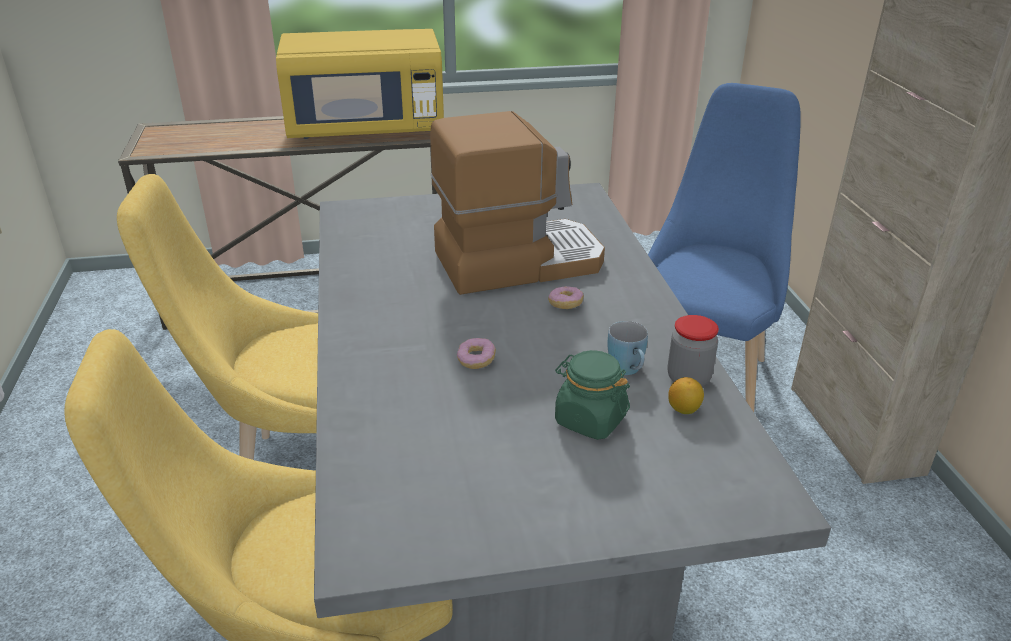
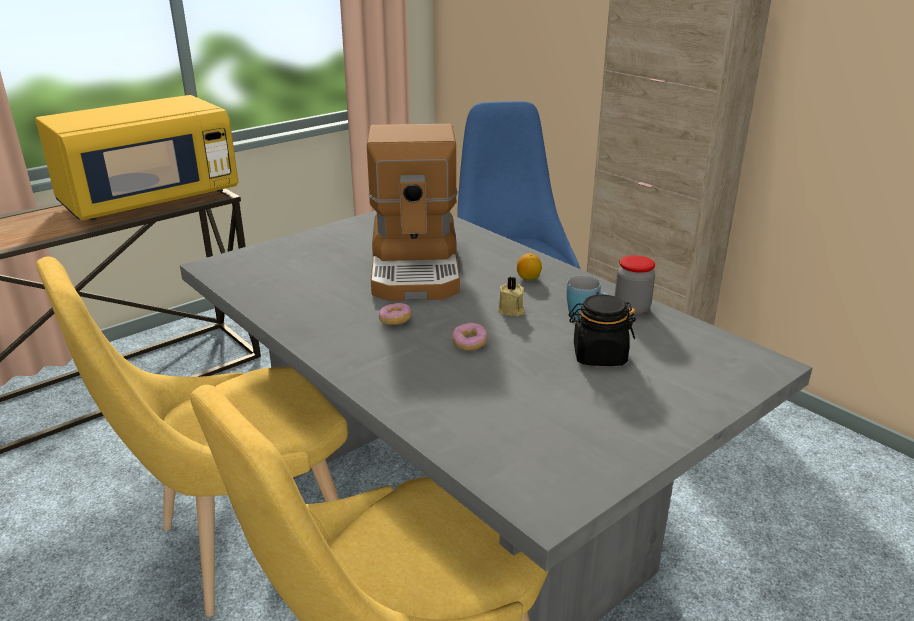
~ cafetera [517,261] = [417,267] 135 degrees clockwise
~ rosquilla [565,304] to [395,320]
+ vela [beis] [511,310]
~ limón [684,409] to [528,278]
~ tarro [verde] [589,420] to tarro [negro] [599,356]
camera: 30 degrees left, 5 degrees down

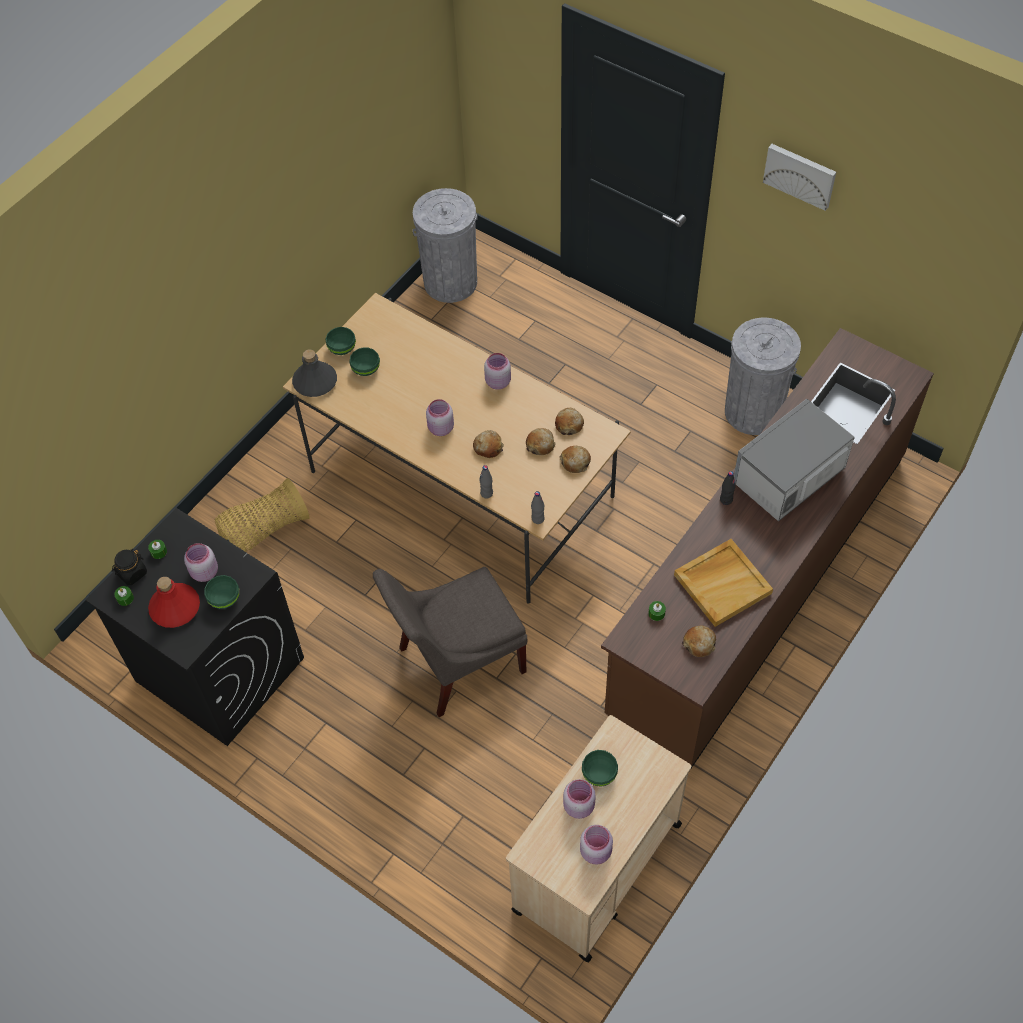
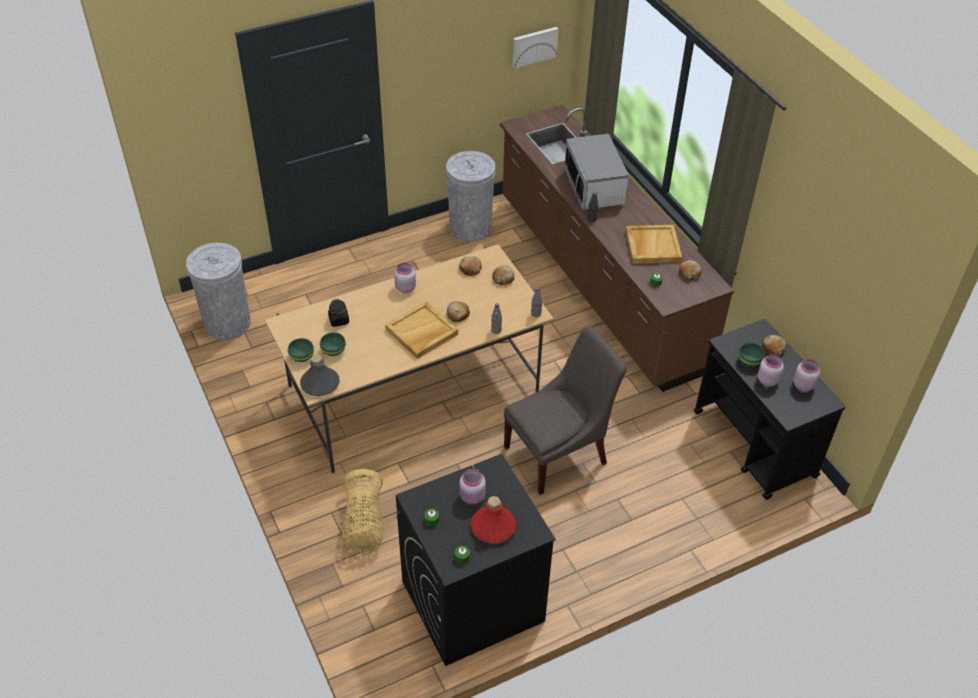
~ tarro [negro] [132,573] to [339,320]
~ tarro [rosa] [440,428] to bandeja [beis] [421,332]
~ silla [gris] [456,662] = [559,453] 120 degrees counterclockwise
~ cuadro [800,175] to [534,46]
~ carrito [beis] [596,868] to carrito [negro] [755,444]
~ pan [540,445] to [773,348]
- cuenco [verde] [224,598]
camera: 65 degrees left, 10 degrees down

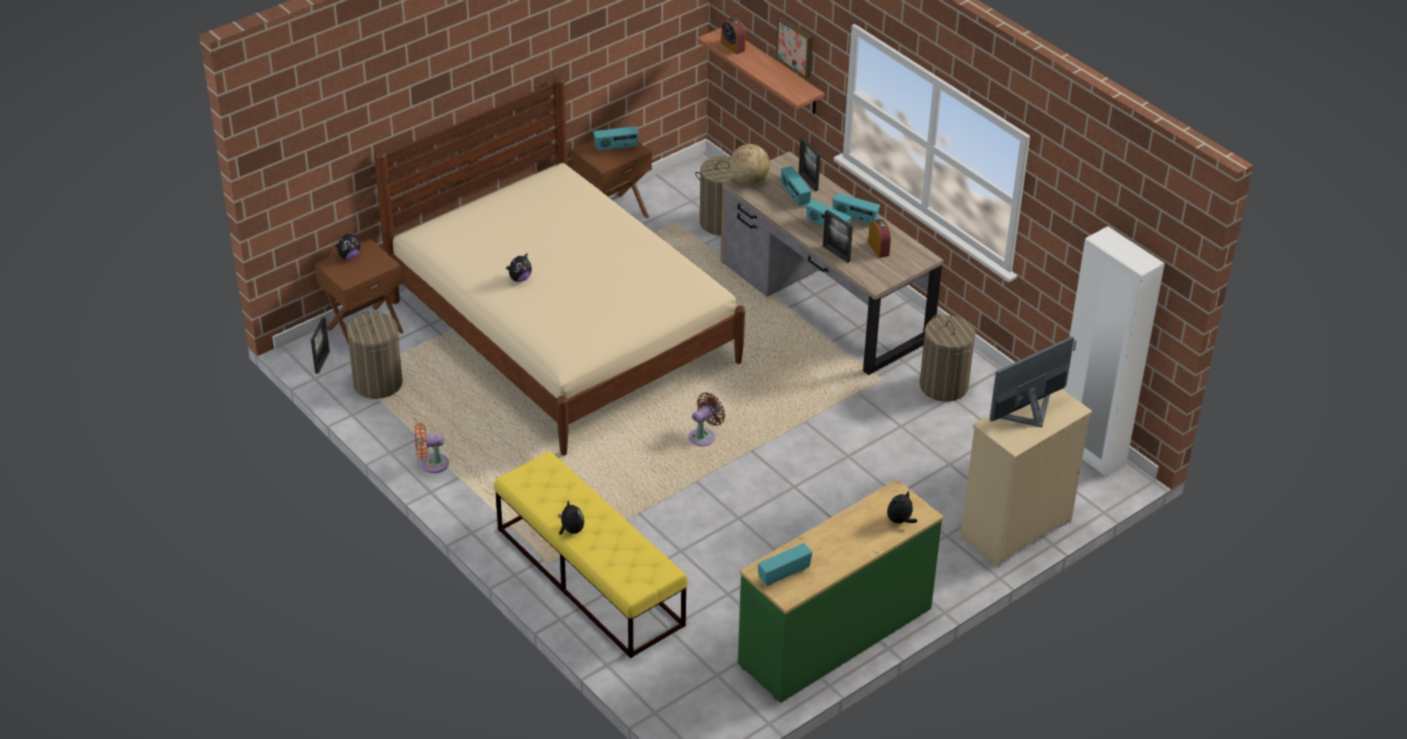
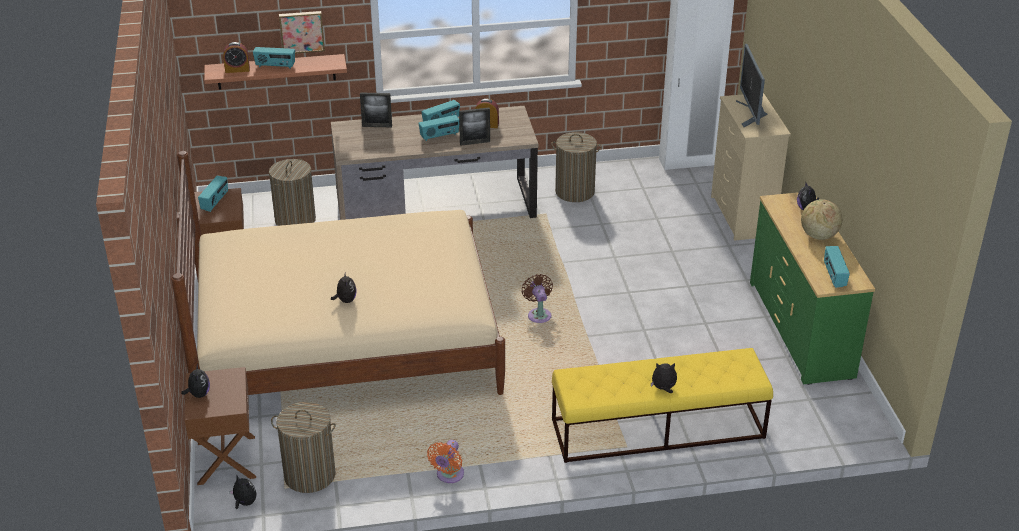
~ portarretratos [322,362] to peluche [244,503]
~ radio [794,195] to [275,66]
~ globo terráqueo [749,180] to [818,236]
camera: 60 degrees left, 5 degrees down

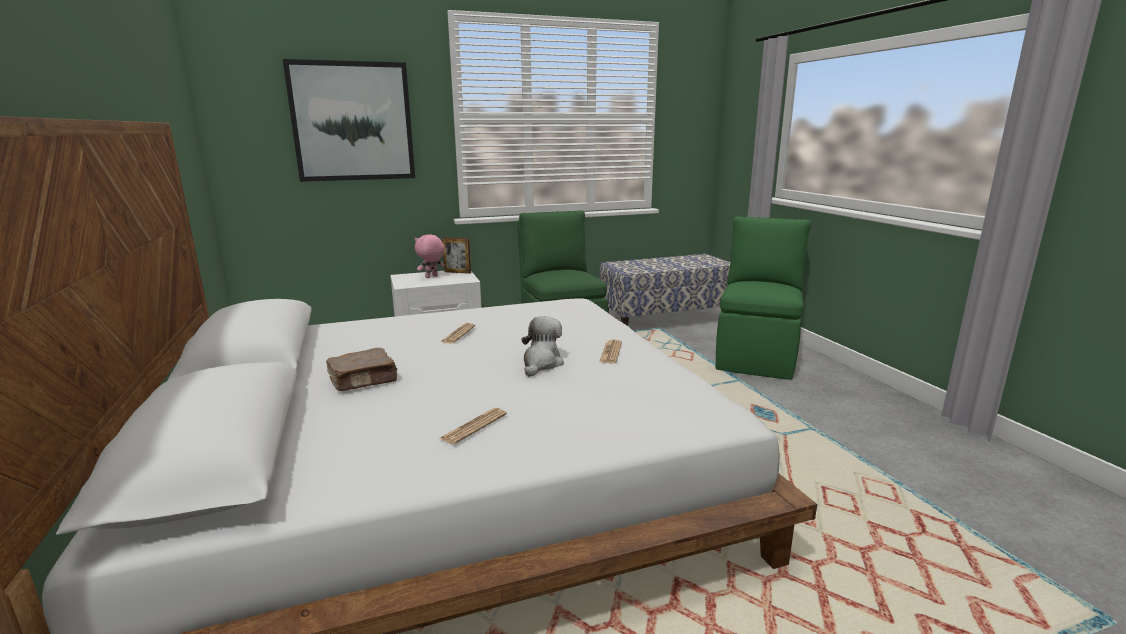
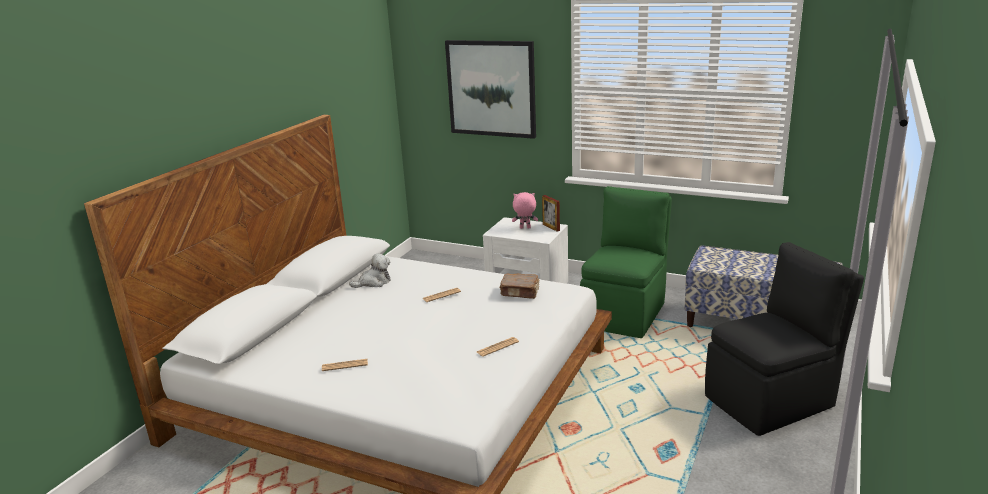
~ peluche [541,363] to [374,282]
~ libro [marrón] [364,381] to [520,293]
~ silla [verde] [756,357] to silla [negro] [772,400]
camera: 45 degrees right, 5 degrees up

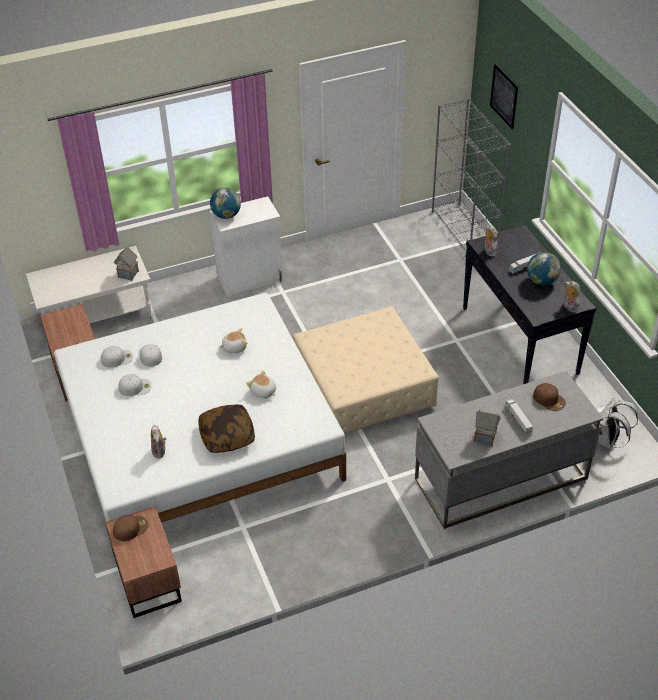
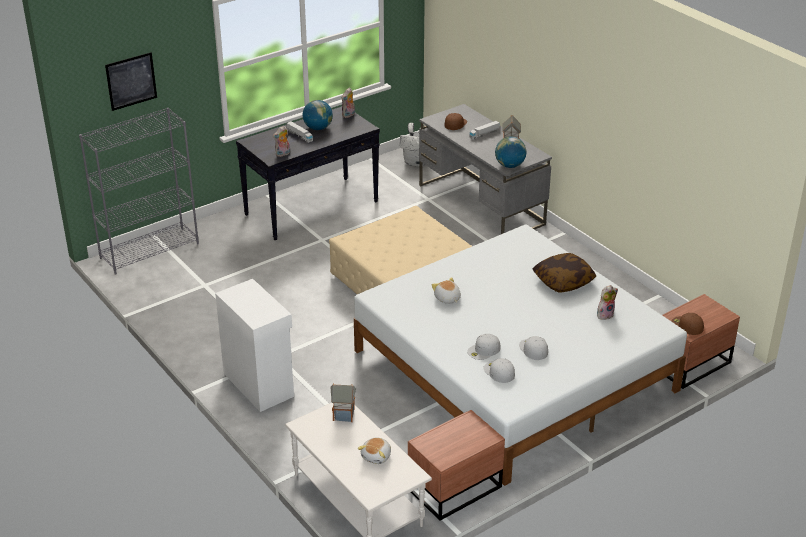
~ peluche [263,391] to [377,456]
~ globo terráqueo [226,215] to [509,165]
camera: 105 degrees left, 10 degrees down

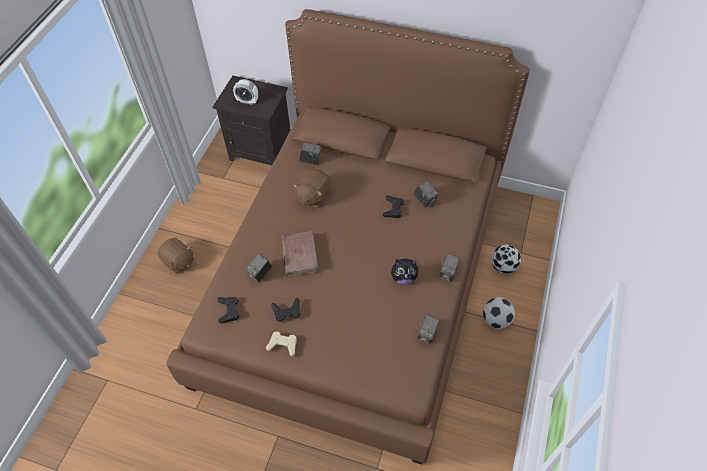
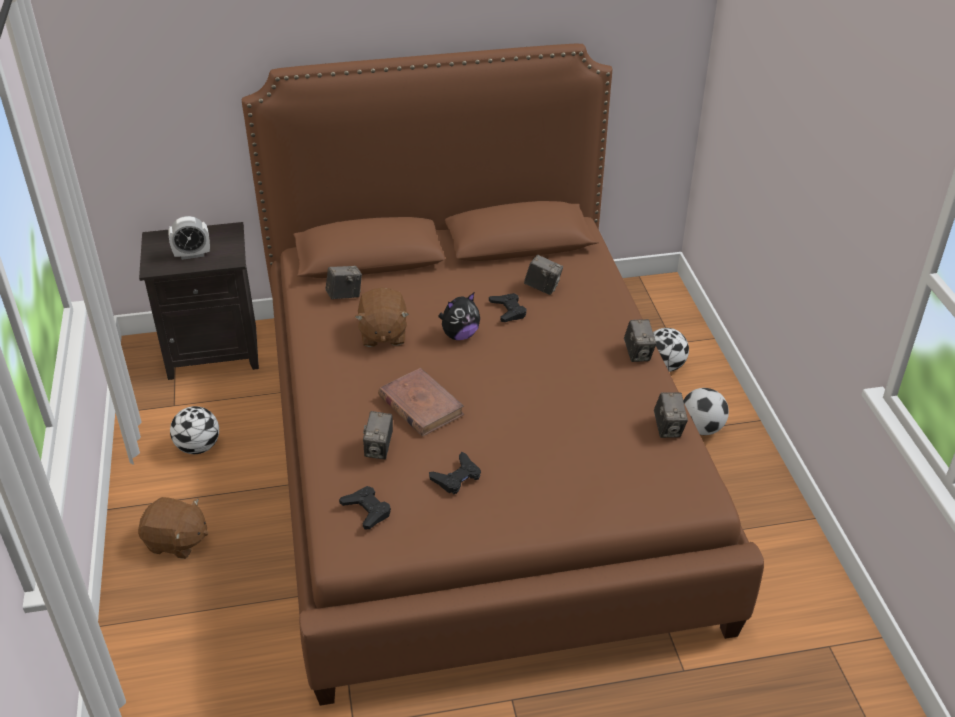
+ balón de fútbol [199,447]
~ peluche [403,277] to [459,335]
- mando de consola [beis] [283,345]
camera: 30 degrees left, 15 degrees down

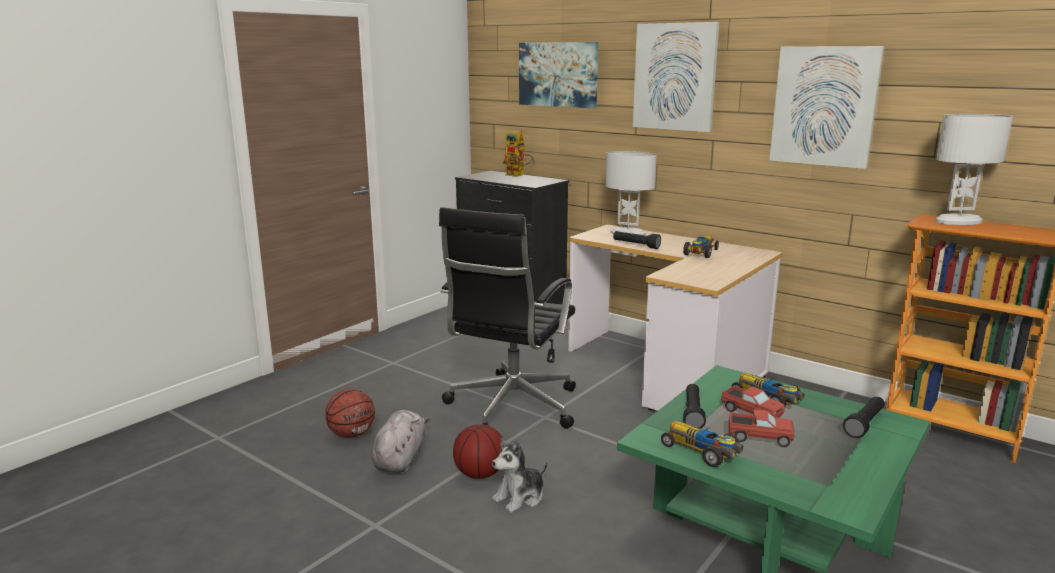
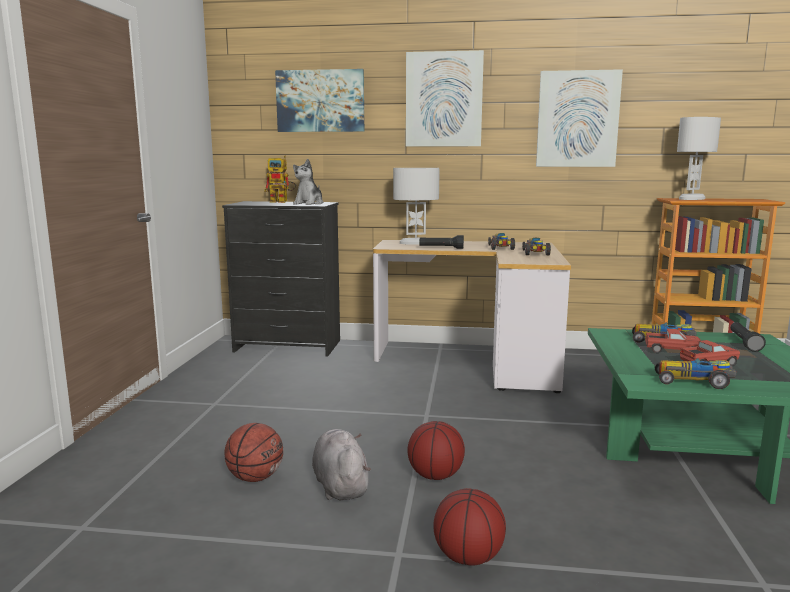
~ peluche [520,497] to [309,203]
+ balón de baloncesto [467,557]
+ coche de juguete [535,253]
- silla de oficina [negro] [511,408]
- linterna [negro] [692,413]
camera: 30 degrees left, 5 degrees down

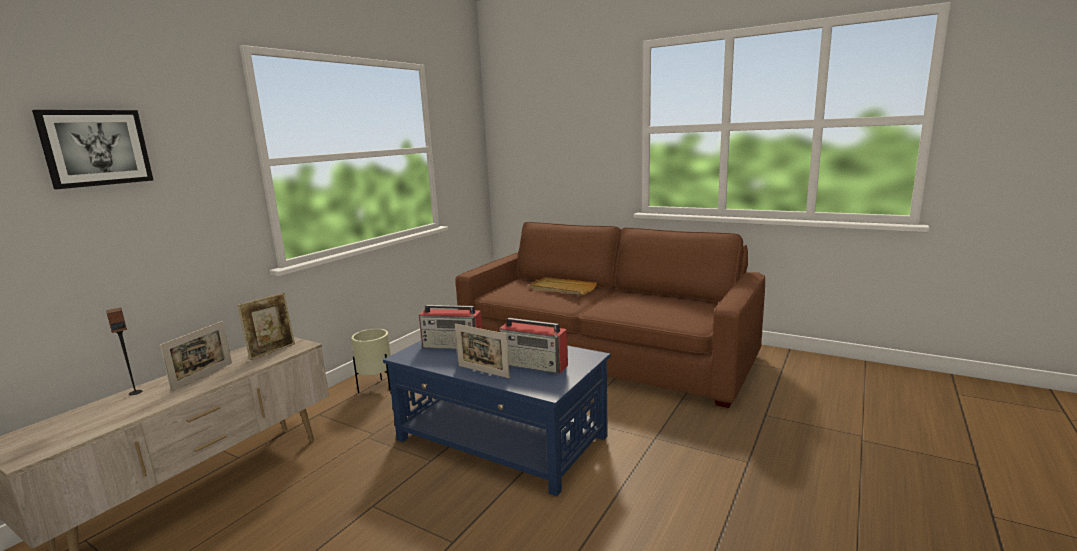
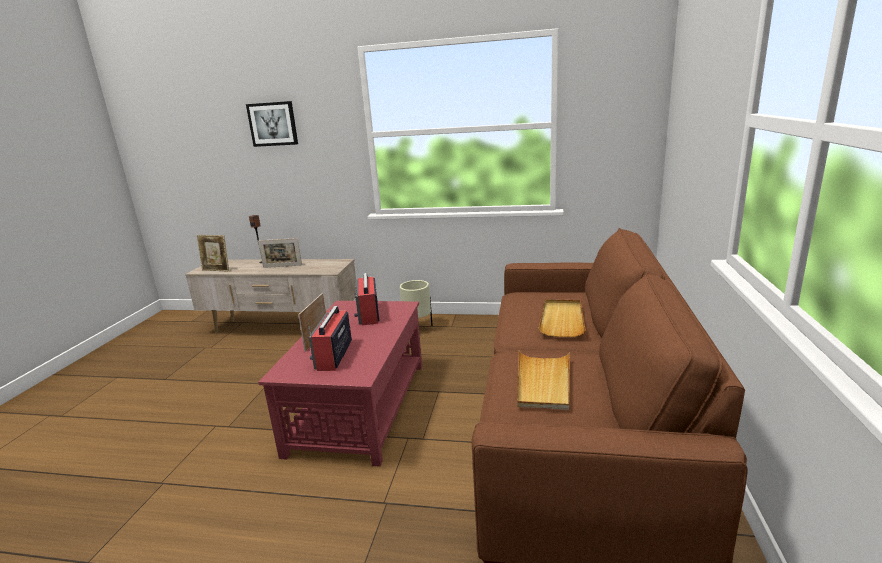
~ portarretratos [272,351] to [217,270]
~ mesa de centro [azul] [501,438] to mesa de centro [rojo] [359,407]
+ bandeja [beis] [543,382]
camera: 70 degrees right, 5 degrees up

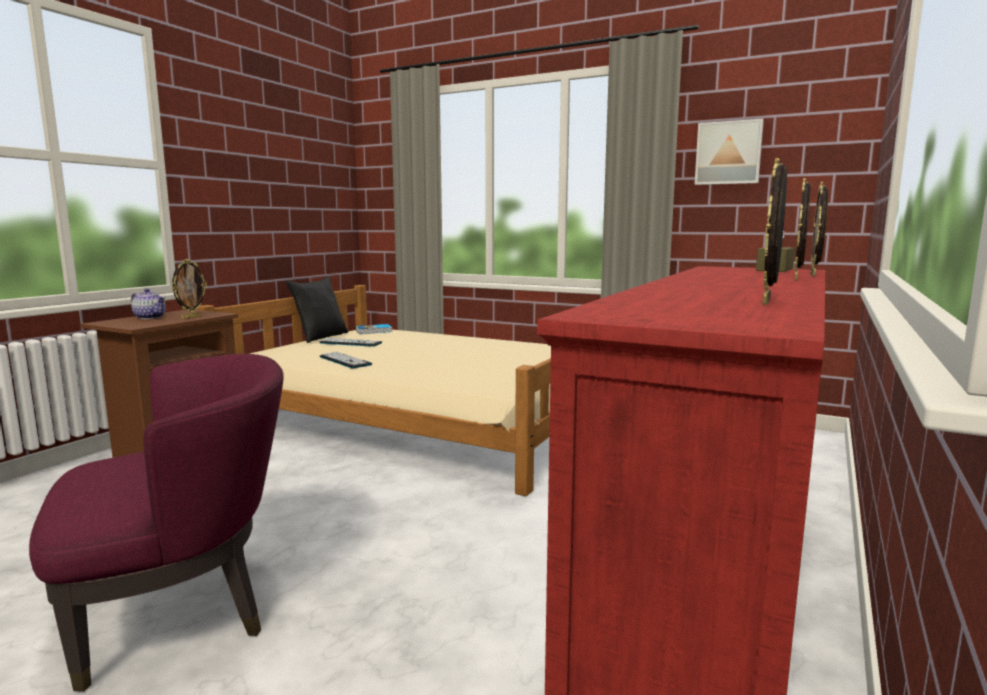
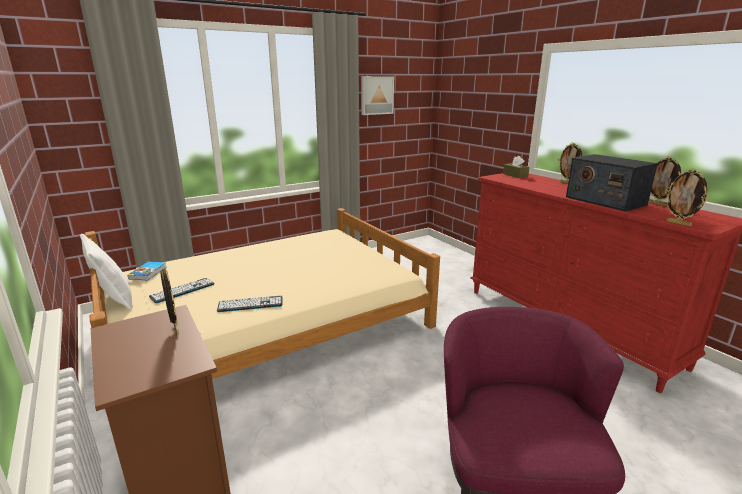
~ cojín [negro] [320,337] to cojín [blanco] [113,299]
+ radio [604,201]
~ portarretratos [814,275] to [678,223]
- tetera [150,317]
camera: 60 degrees left, 10 degrees up

